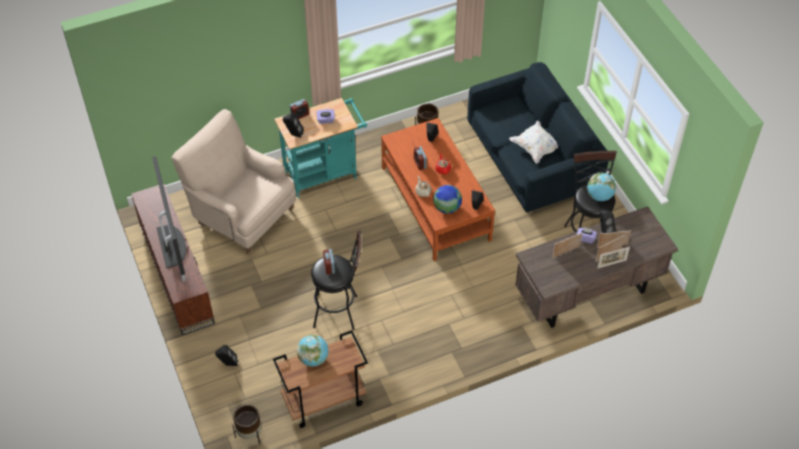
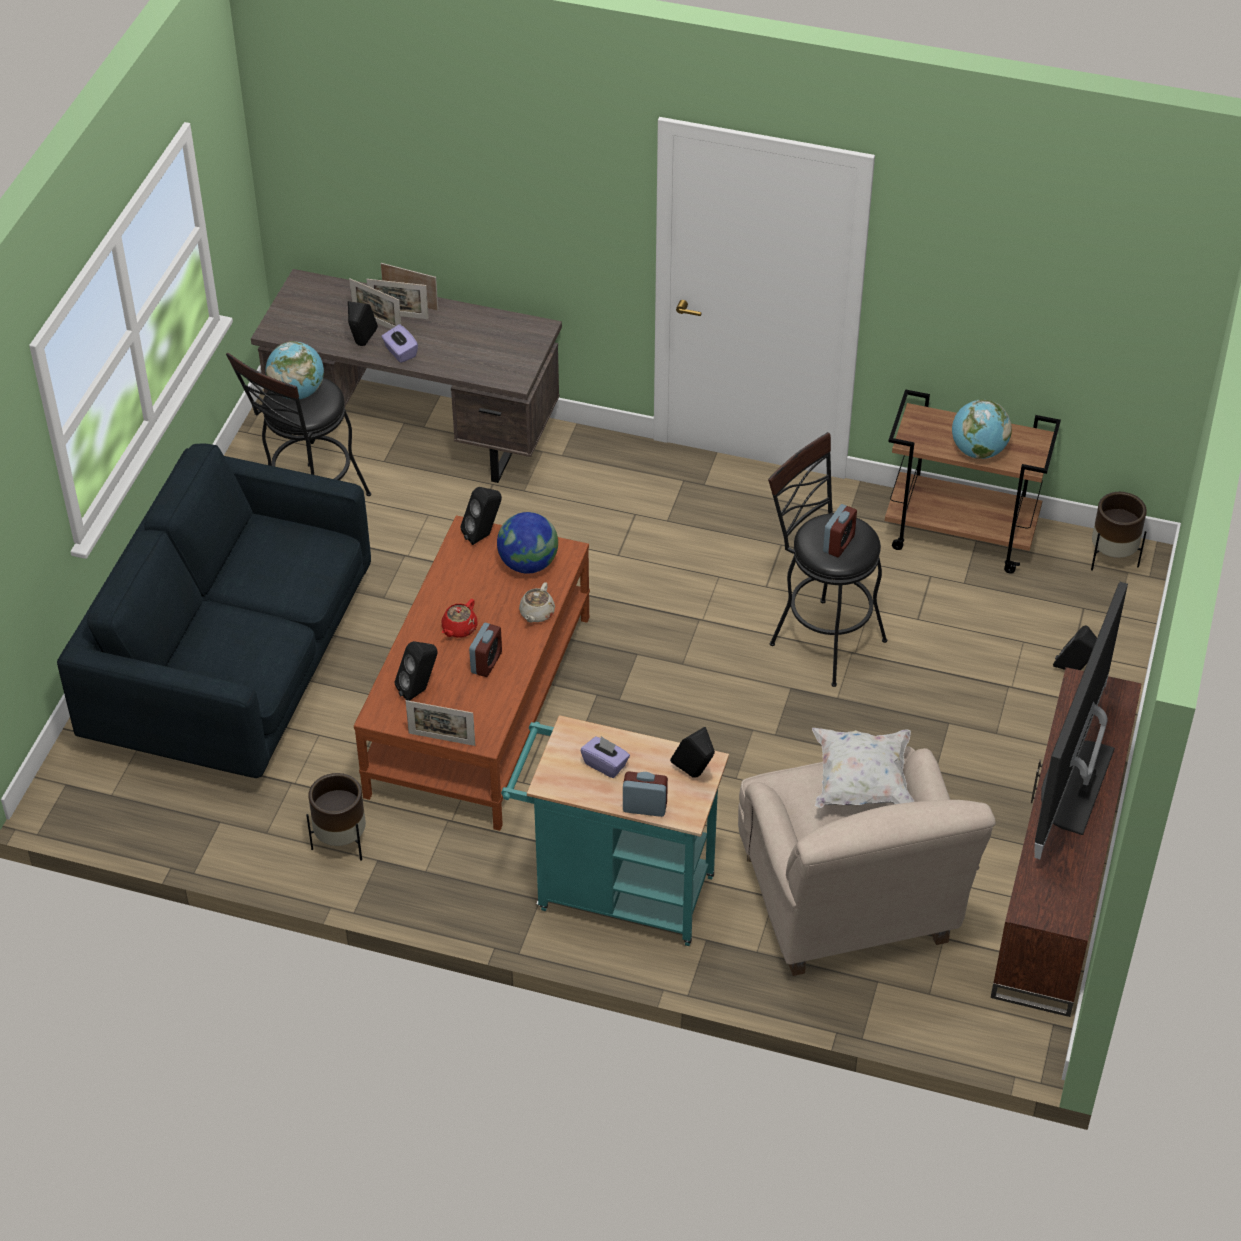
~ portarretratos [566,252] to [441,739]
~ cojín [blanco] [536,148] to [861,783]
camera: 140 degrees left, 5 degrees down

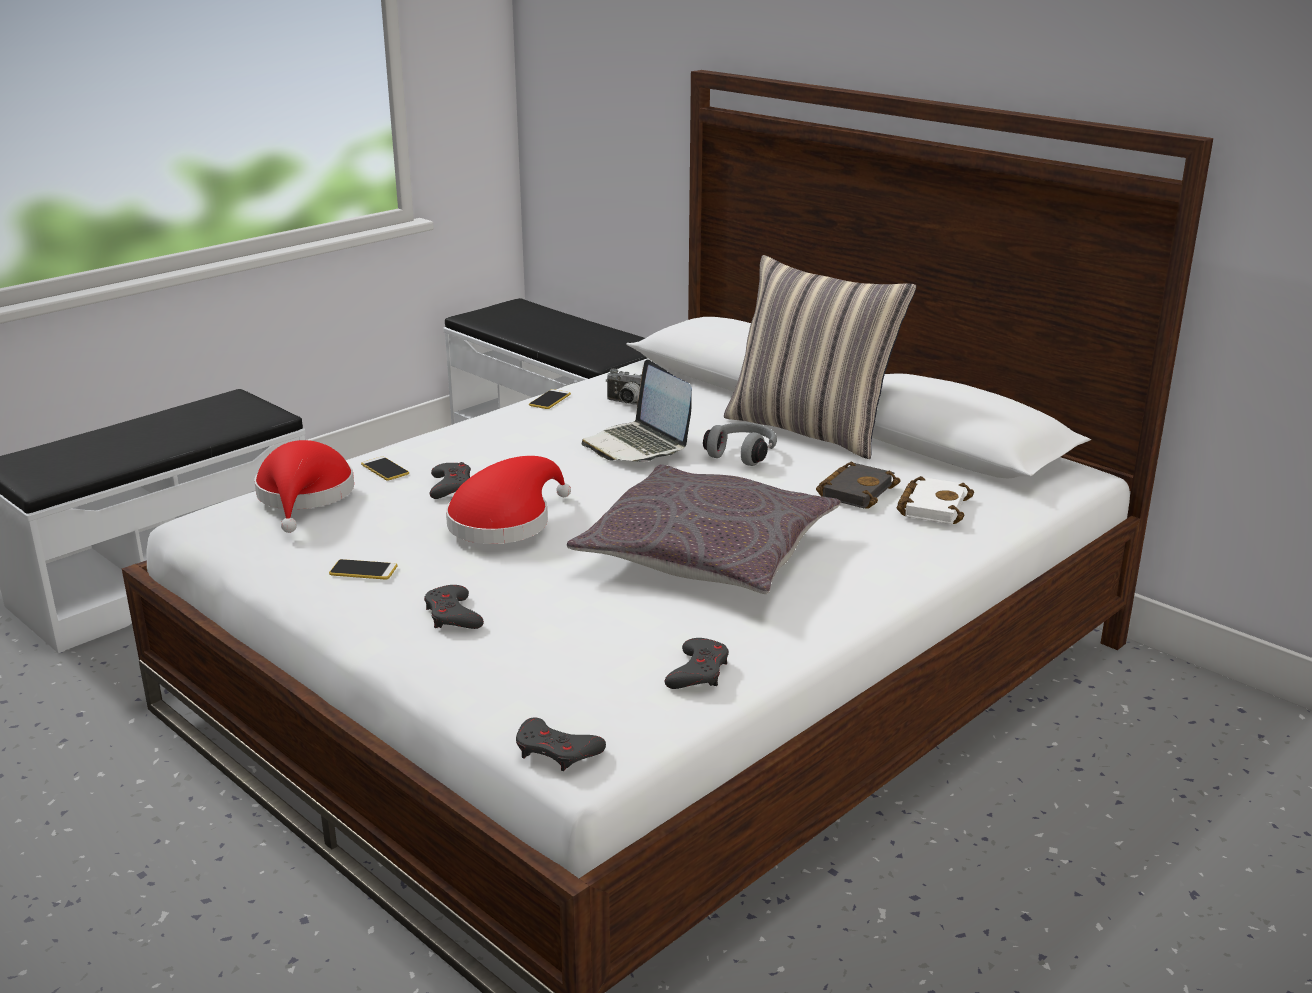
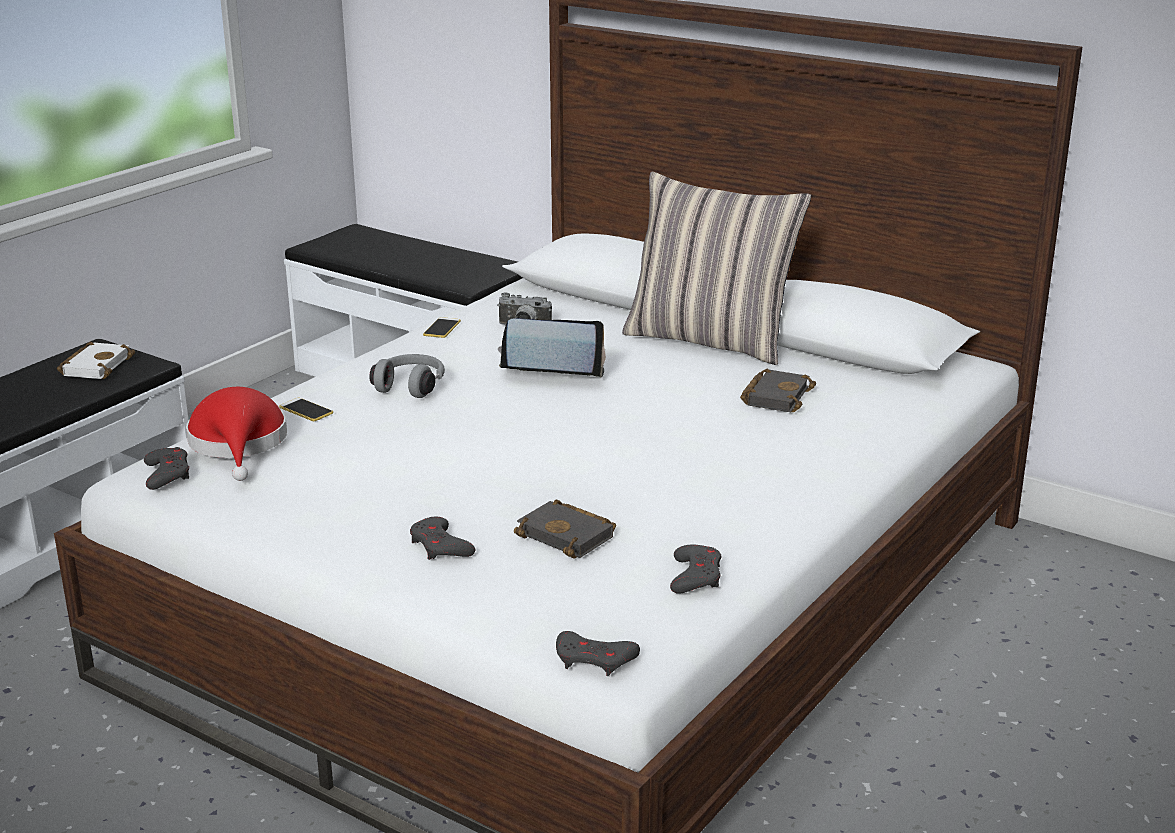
~ libro [blanco] [932,506] to [95,366]
~ mando de consola [gris] [450,486] to [167,474]
~ auriculares [gris] [742,454] to [411,386]
~ portátil [638,445] = [550,368] 135 degrees clockwise
+ libro [negro] [569,535]
- móvil [363,570]
- sombrero [rojo] [505,521]
- cojín [gris] [707,552]
camera: 10 degrees left, 0 degrees up

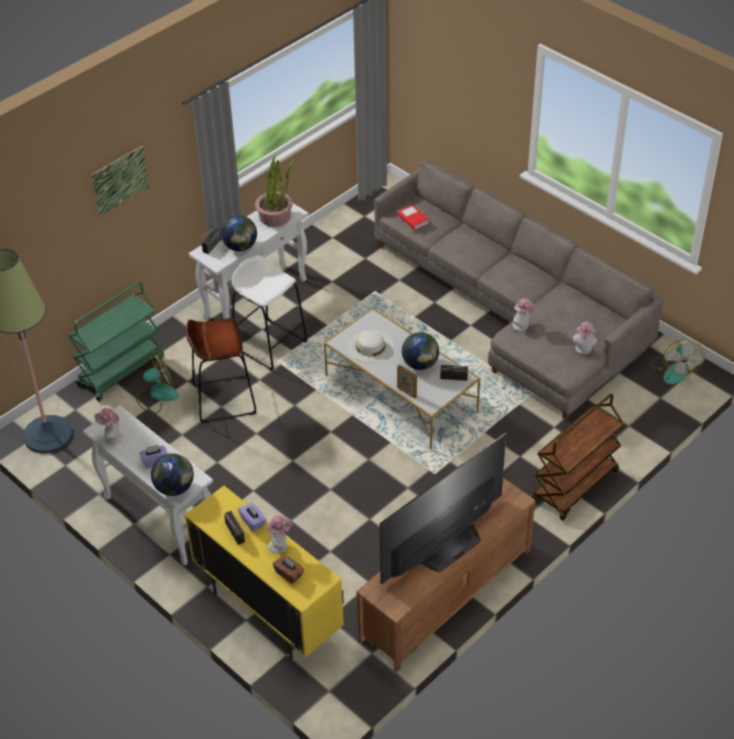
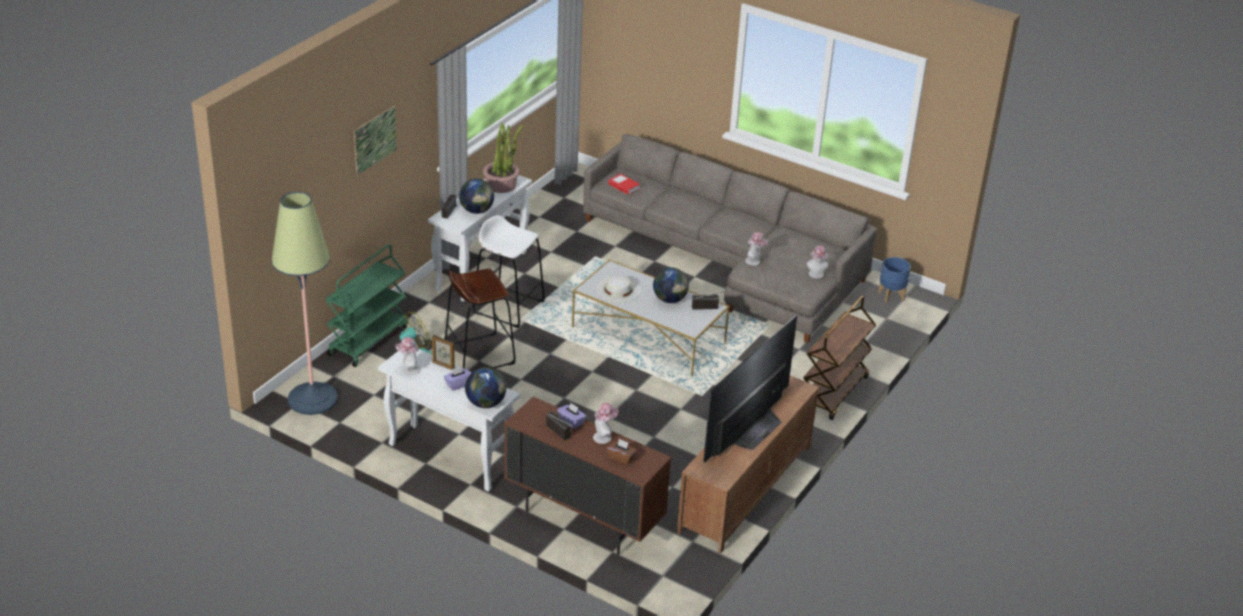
~ portarretratos [406,392] to [443,365]
~ armario [amarillo] [268,612] to armario [marrón] [583,520]
~ ventilador [674,369] to maceta [azul] [891,296]
camera: 15 degrees left, 10 degrees down

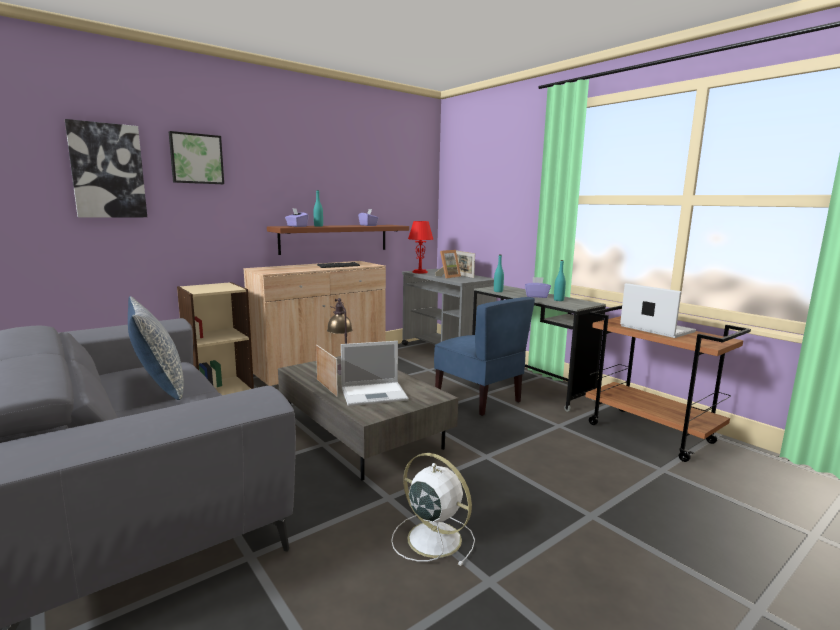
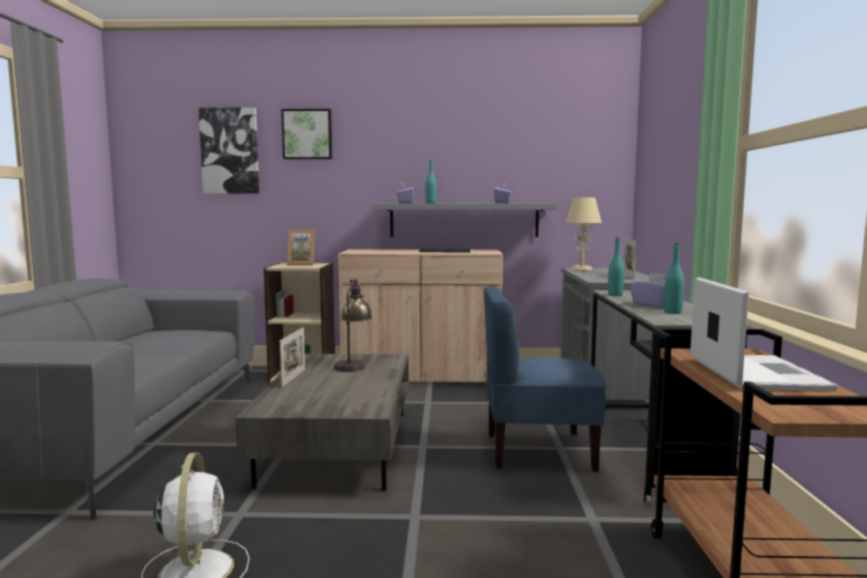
~ portarretratos [448,277] to [302,264]
~ estante [marrón] [335,238] to estante [gris] [464,220]
~ silla [azul] [478,399] = [538,451] 90 degrees clockwise
~ lámpara de mesa [rojo] [420,272] to lámpara de mesa [beis] [581,269]
- cojín [159,386]
- portátil [375,394]
camera: 40 degrees right, 5 degrees down

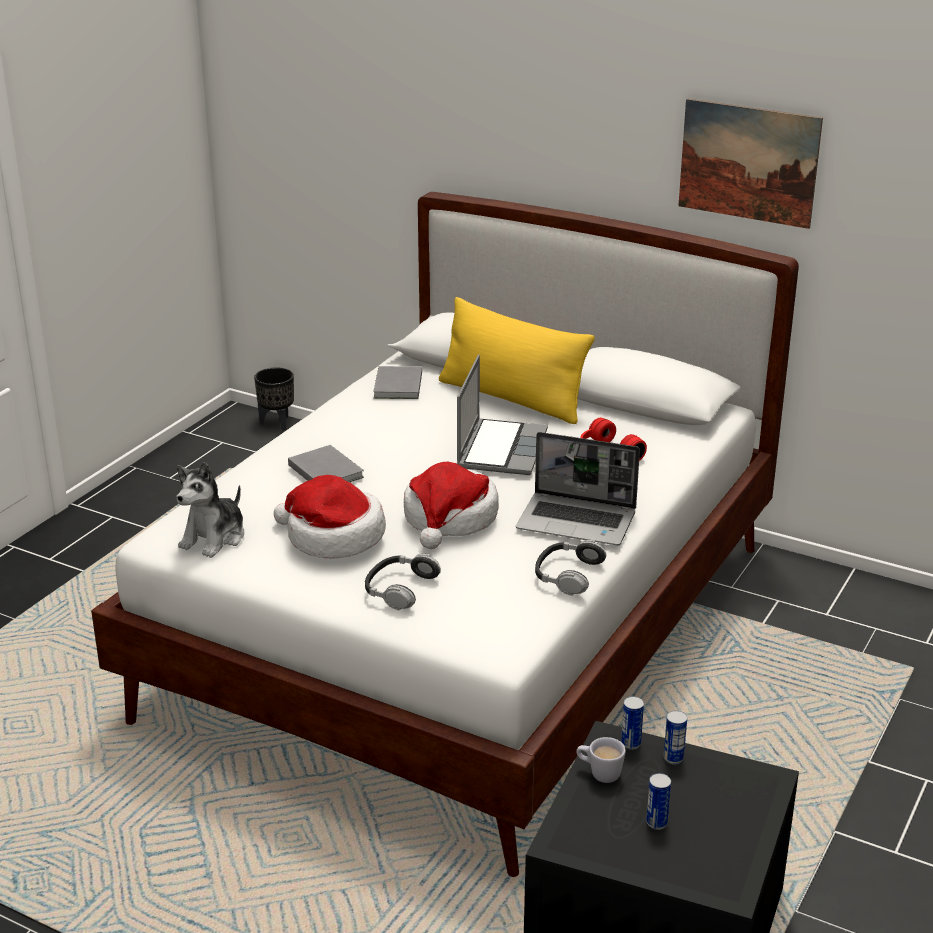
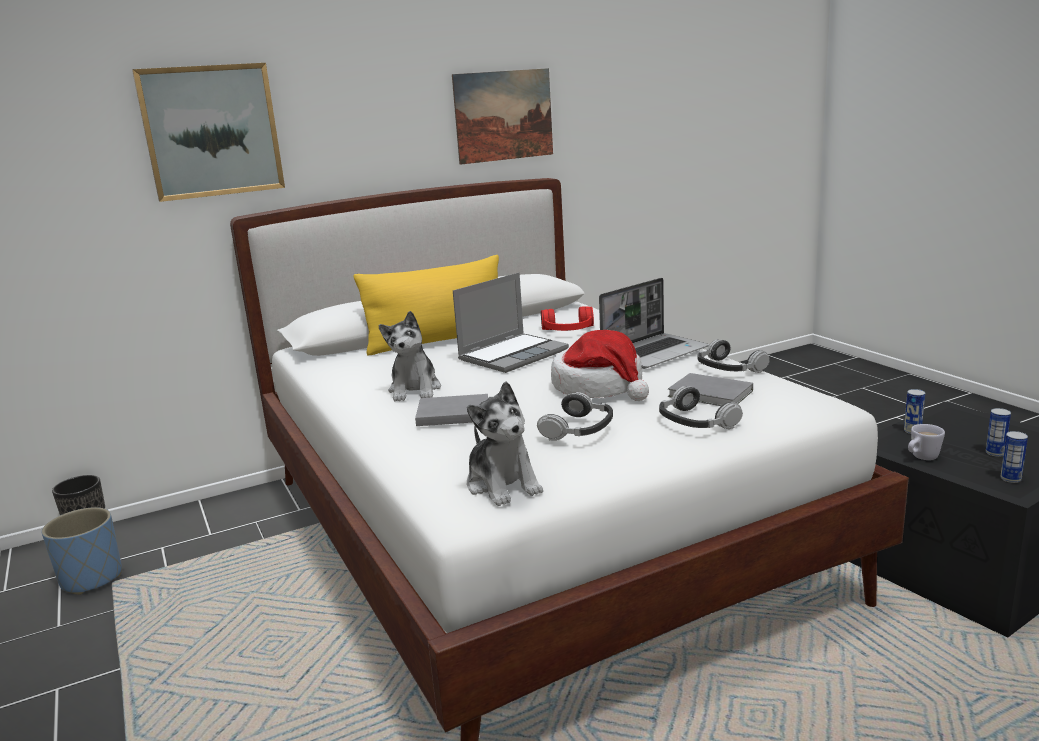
+ maceta [azul] [91,578]
+ cuadro [211,131]
+ peluche [415,390]
~ portátil [501,449] = [513,354] 90 degrees clockwise
~ sombrero [333,537] to auriculares [579,429]
~ libro [gris] [397,386] to [711,394]
~ lata [631,743] to [1010,479]
camera: 55 degrees left, 10 degrees down

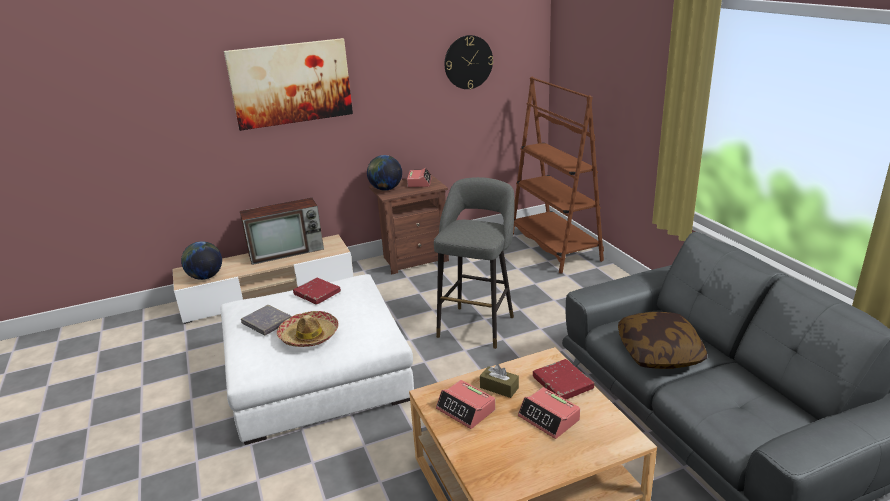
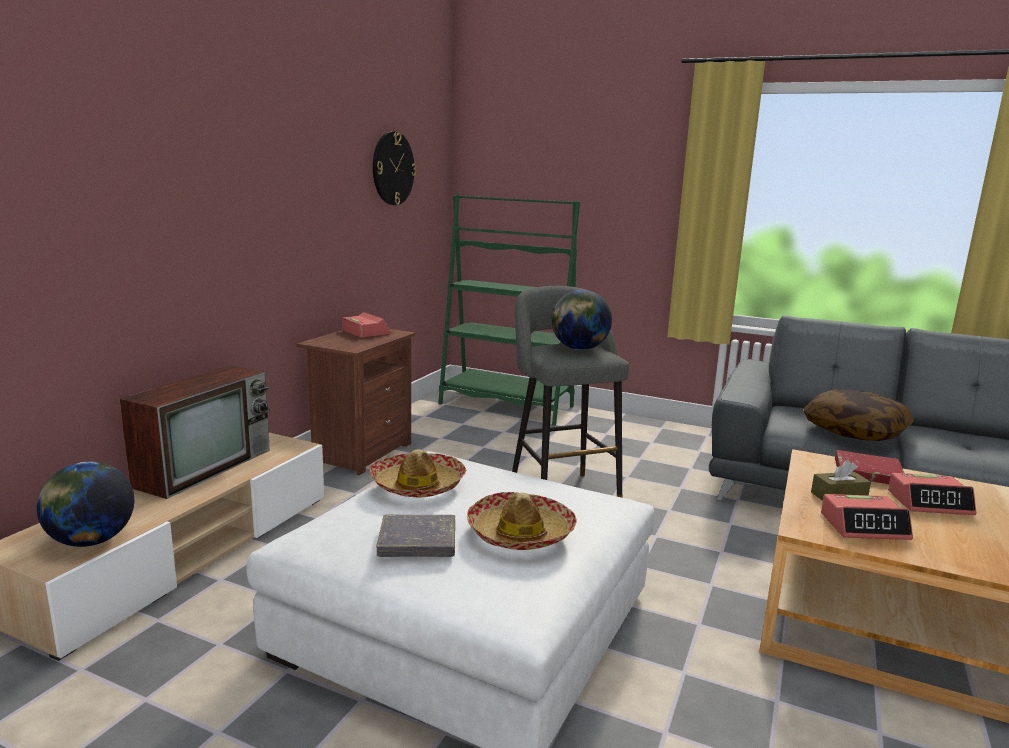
~ libro [rojo] [317,293] to sombrero [418,485]
~ estantería [marrón] [554,247] to estantería [verde] [506,405]
~ globo terráqueo [385,189] to [579,349]
- cuadro [291,83]
camera: 45 degrees left, 10 degrees down

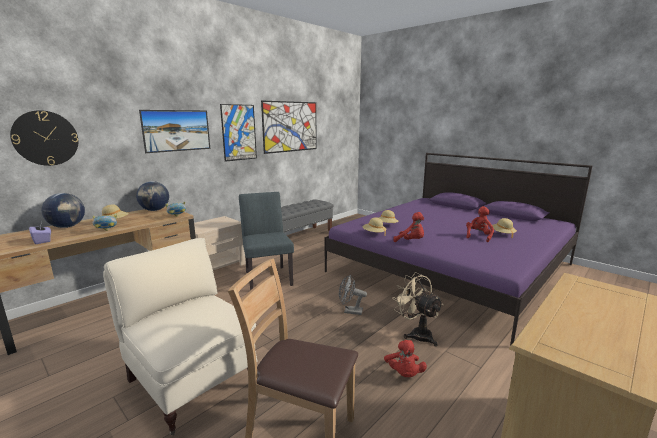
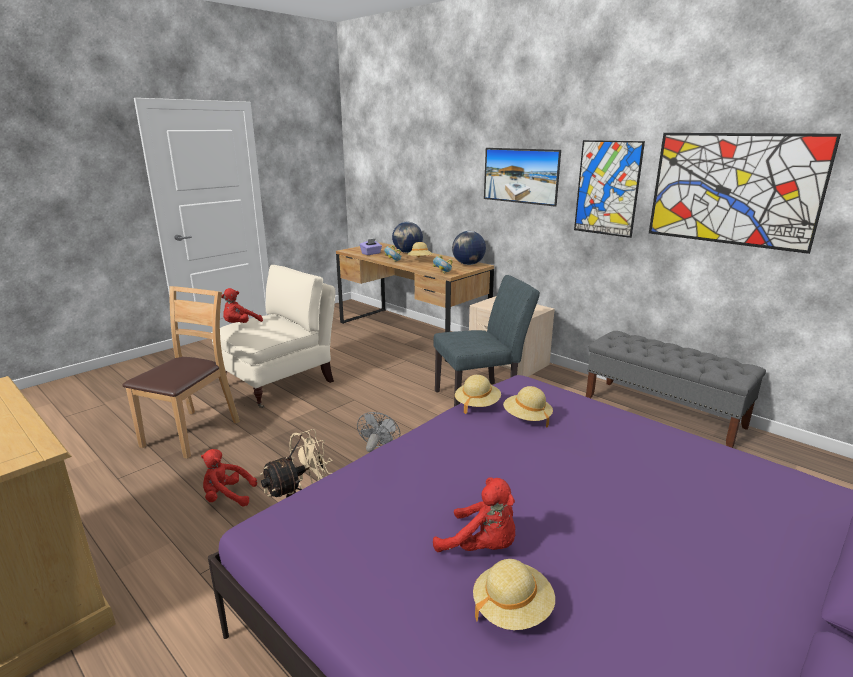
~ peluche [rojo] [411,241] to [240,325]
- reloj de pared [45,138]
camera: 90 degrees right, 5 degrees up

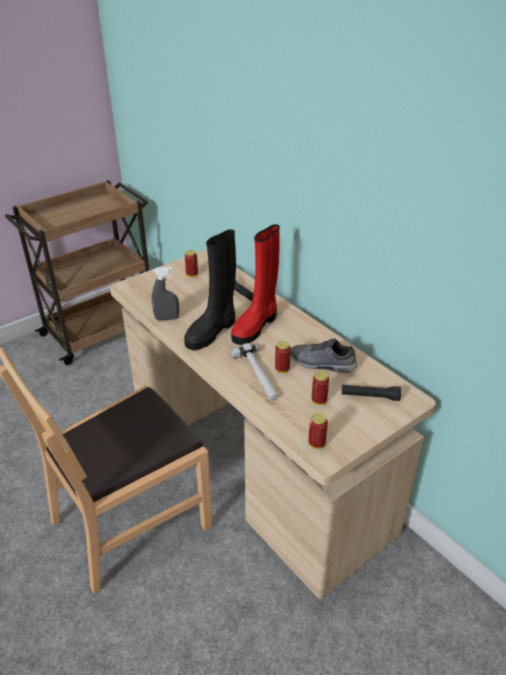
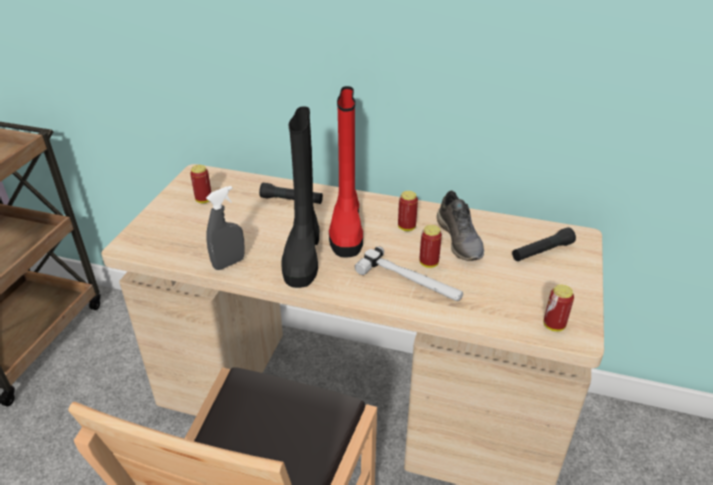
~ lata [319,401] to [406,227]
~ zapato [gris] [321,364] = [460,239] 90 degrees counterclockwise
camera: 35 degrees left, 0 degrees up

